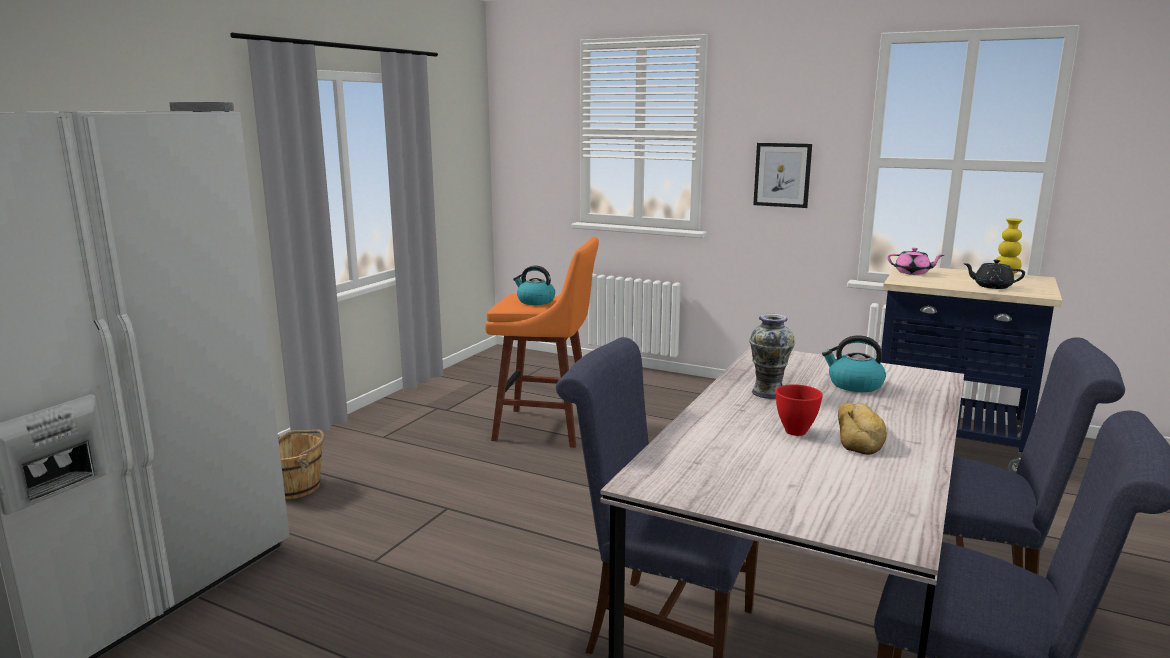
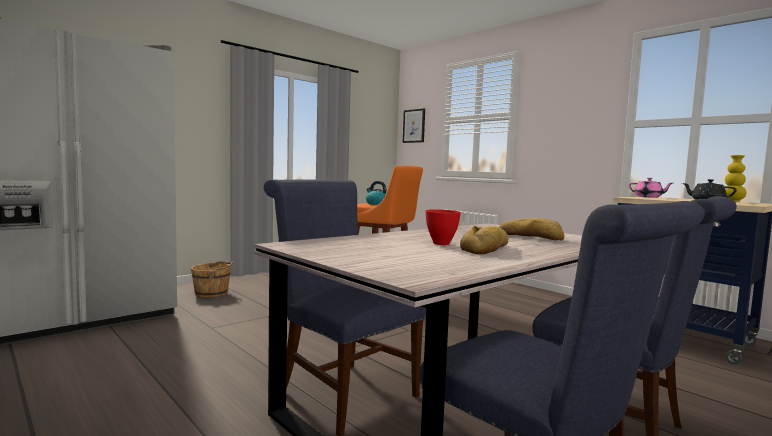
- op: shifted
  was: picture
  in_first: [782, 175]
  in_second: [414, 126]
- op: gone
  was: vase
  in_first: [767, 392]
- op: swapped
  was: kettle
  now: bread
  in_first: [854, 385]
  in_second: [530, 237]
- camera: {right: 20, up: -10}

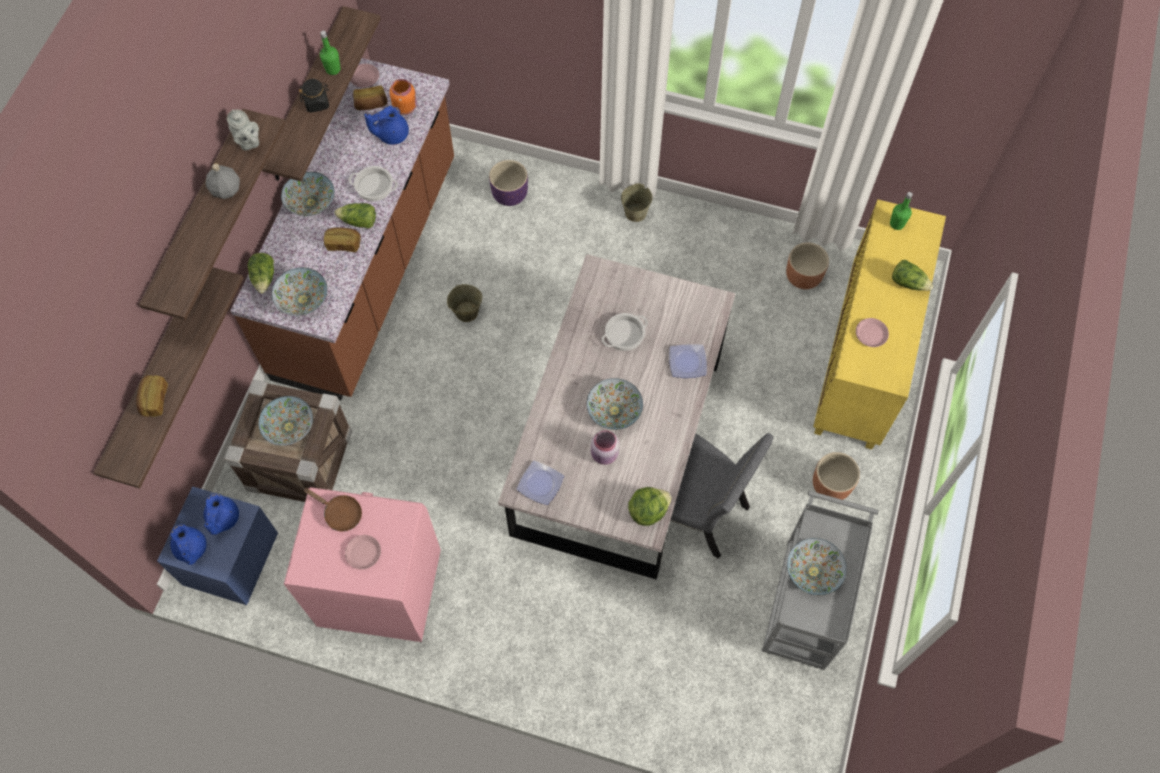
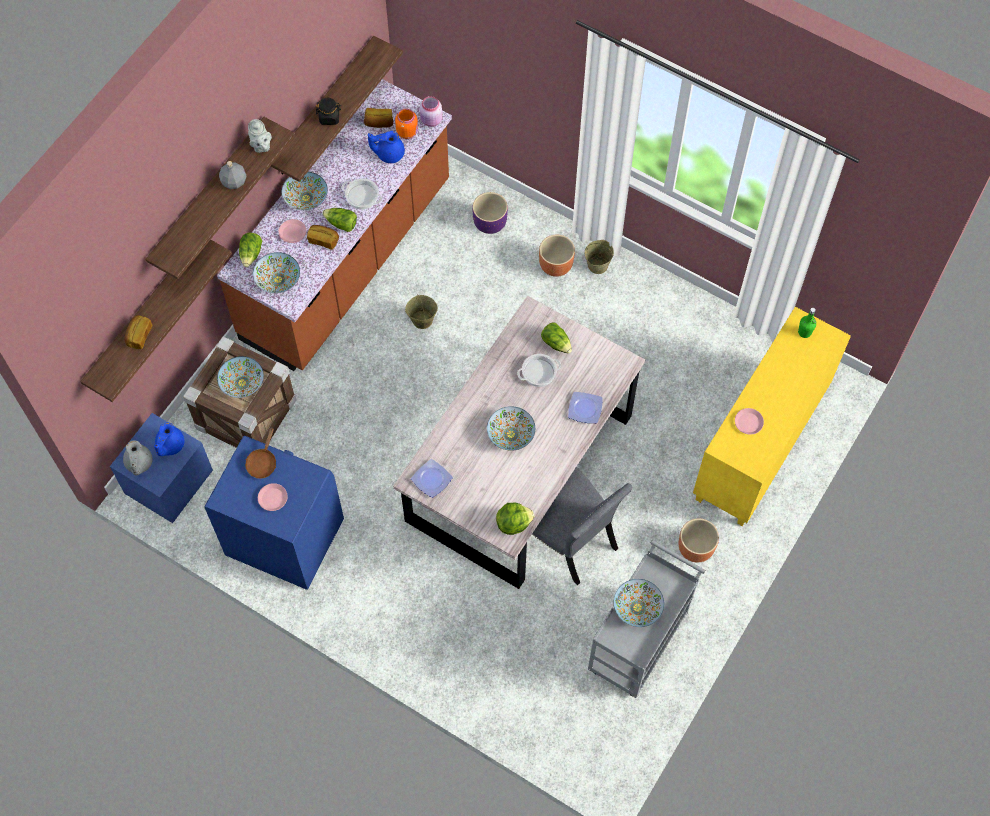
- op: gone
  was: bottle (green)
  in_first: [333, 69]
- op: shifted
  was: plate (pink)
  in_first: [365, 77]
  in_second: [293, 232]
- op: shifted
  was: planter (brown)
  in_first: [803, 277]
  in_second: [556, 265]
- op: shifted
  was: lettuce
  in_first: [908, 282]
  in_second: [556, 343]
- op: shifted
  was: jar (pink)
  in_first: [604, 455]
  in_second: [431, 120]
- op: repainted
  was: washing machine (pink)
  now: washing machine (blue)
  in_first: [380, 584]
  in_second: [285, 534]
- op: rotated
  was: frying pan (brown)
  in_first: [340, 513]
  in_second: [262, 462]
  clockwise: 60
- op: repainted
  was: teapot (blue)
  now: teapot (grey)
  in_first: [191, 549]
  in_second: [138, 464]
- camera: {right: 15, up: 0}

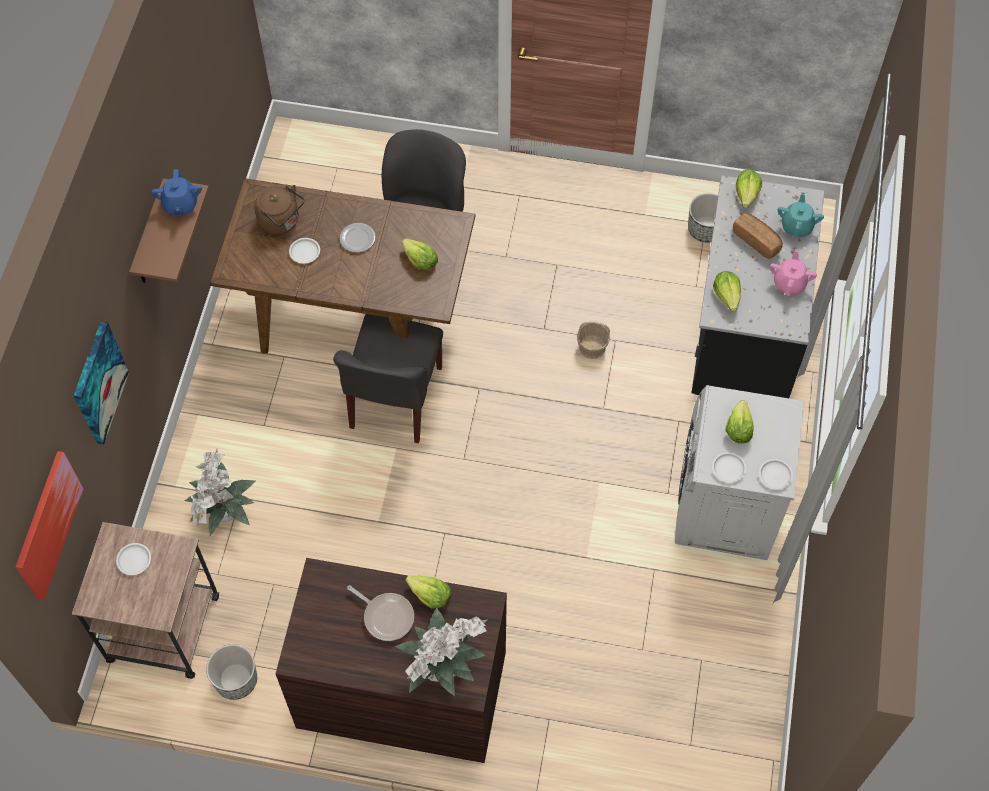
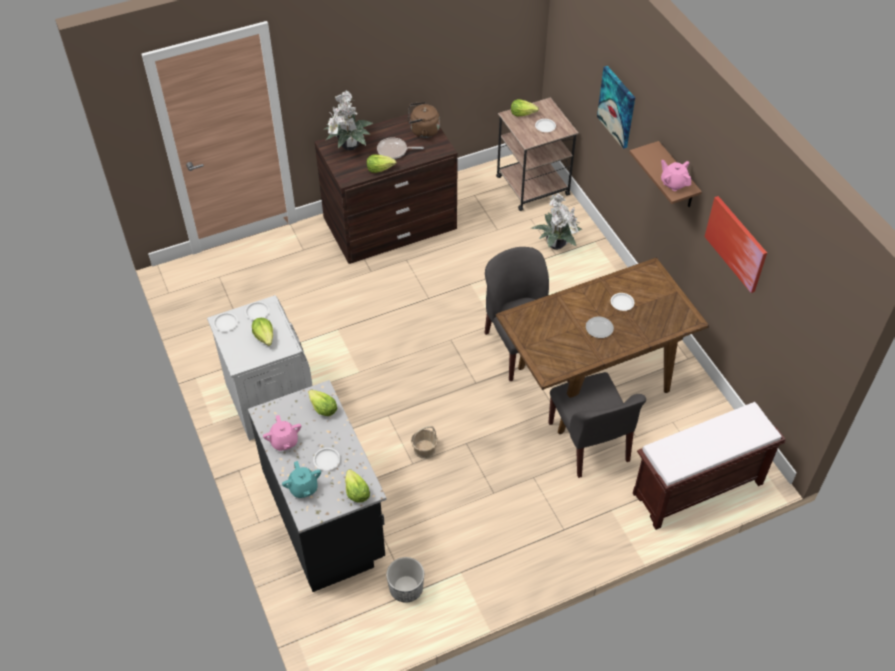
- op: repainted
  was: teapot (blue)
  now: teapot (pink)
  in_first: [180, 205]
  in_second: [673, 183]
- op: shifted
  was: kettle (brown)
  in_first: [281, 222]
  in_second: [422, 131]
- op: swapped
  was: bread
  now: plate (white)
  in_first: [757, 240]
  in_second: [326, 460]
- op: shifted
  was: lettuce
  in_first: [419, 261]
  in_second: [522, 113]
- op: shifted
  was: picture
  in_first: [47, 525]
  in_second: [736, 243]
- op: gone
  was: planter
  in_first: [236, 680]
- op: new
  now: bench (brown)
  in_second: [696, 489]
- camera: {right: 145, up: -10}

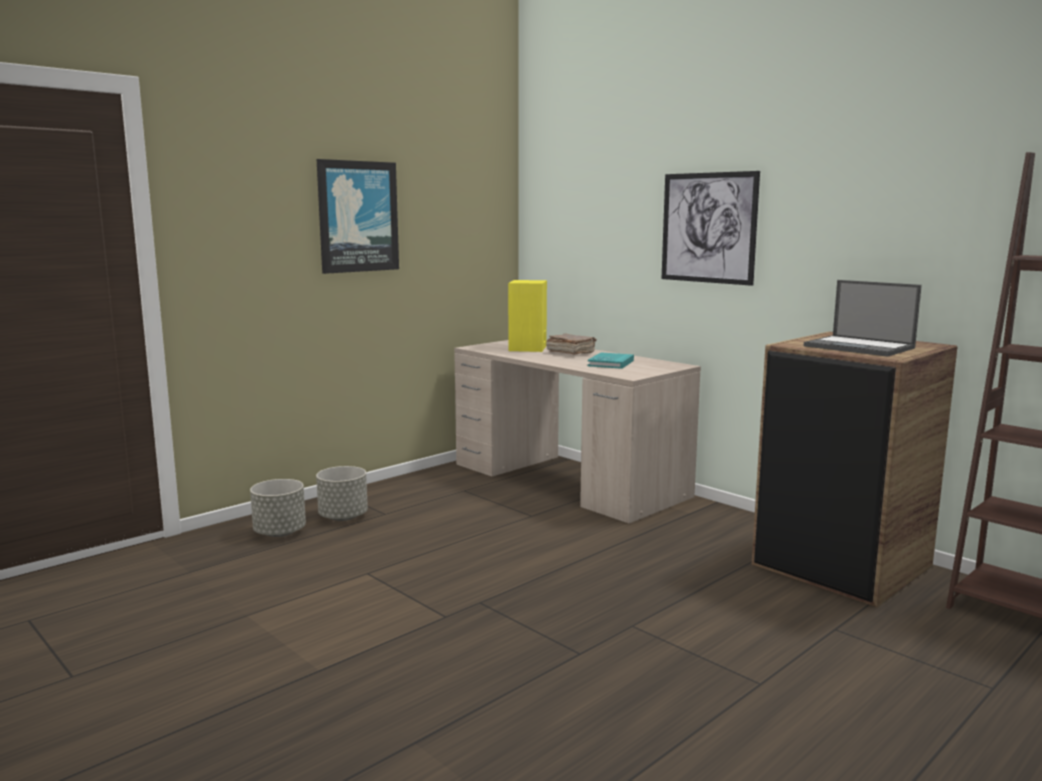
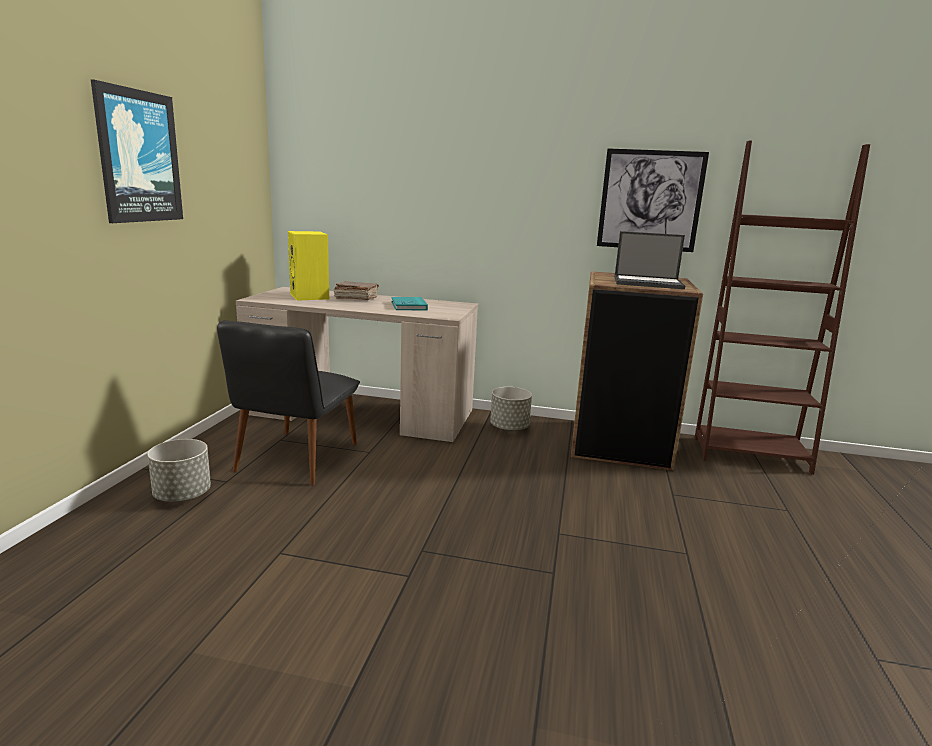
- op: shifted
  was: picture
  in_first: [708, 228]
  in_second: [650, 200]
- op: shifted
  was: planter (grey)
  in_first: [280, 532]
  in_second: [509, 428]
- op: new
  now: chair (black)
  in_second: [298, 456]
- camera: {right: -35, up: 5}

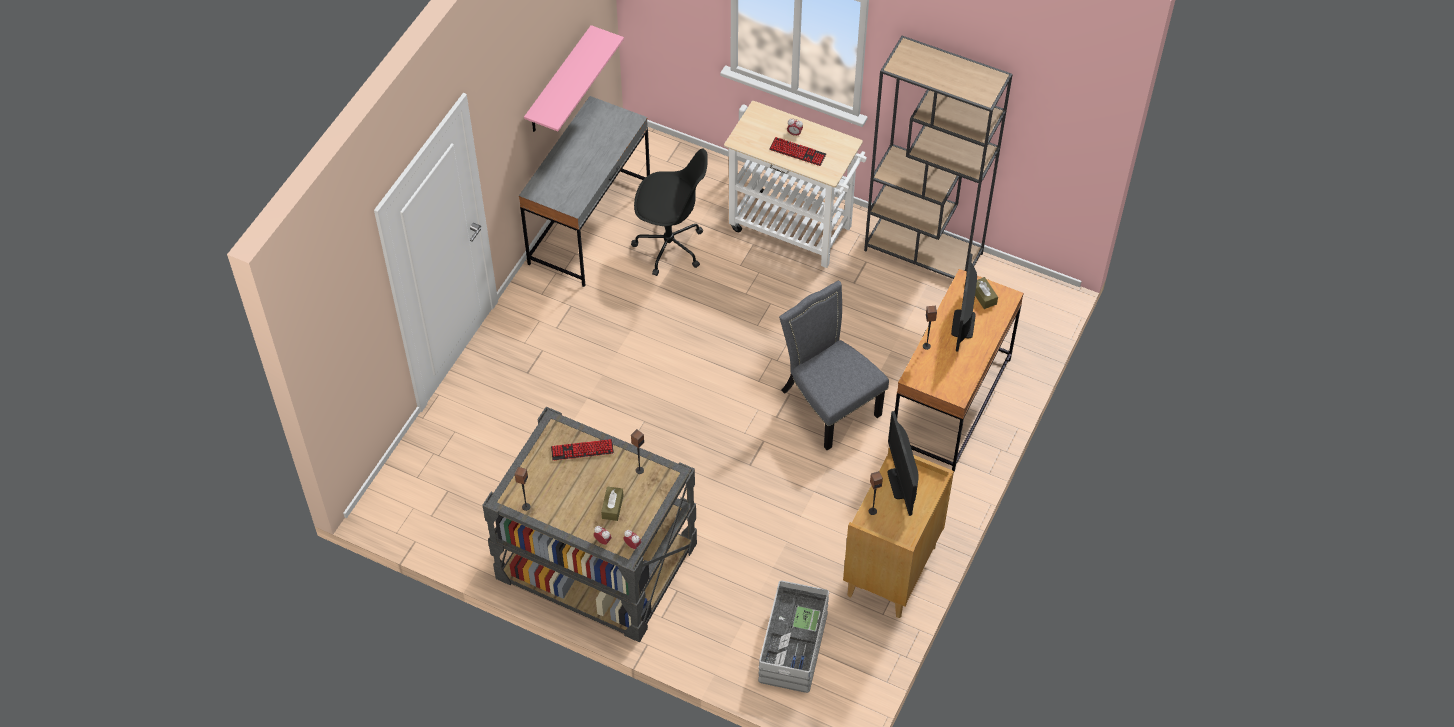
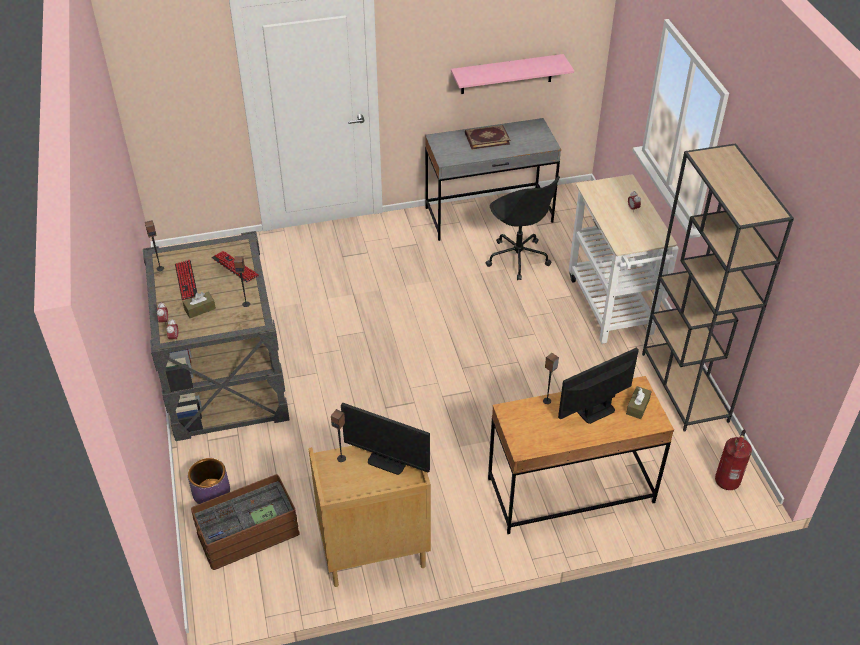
- op: shifted
  was: keyboard
  in_first: [797, 152]
  in_second: [186, 281]
- op: gone
  was: chair (grey)
  in_first: [829, 406]
- op: rotated
  was: monitor
  in_first: [902, 483]
  in_second: [388, 460]
  clockwise: -105
- op: repainted
  was: storage box (grey)
  now: storage box (brown)
  in_first: [794, 646]
  in_second: [248, 534]
- op: new
  now: book
  in_second: [487, 138]
- op: new
  now: fire extinguisher
  in_second: [727, 480]
- op: new
  now: planter (purple)
  in_second: [211, 492]
- camera: {right: 50, up: -10}

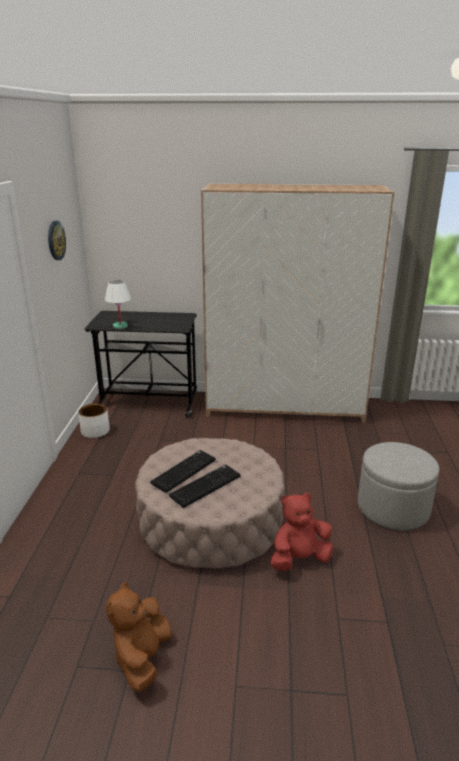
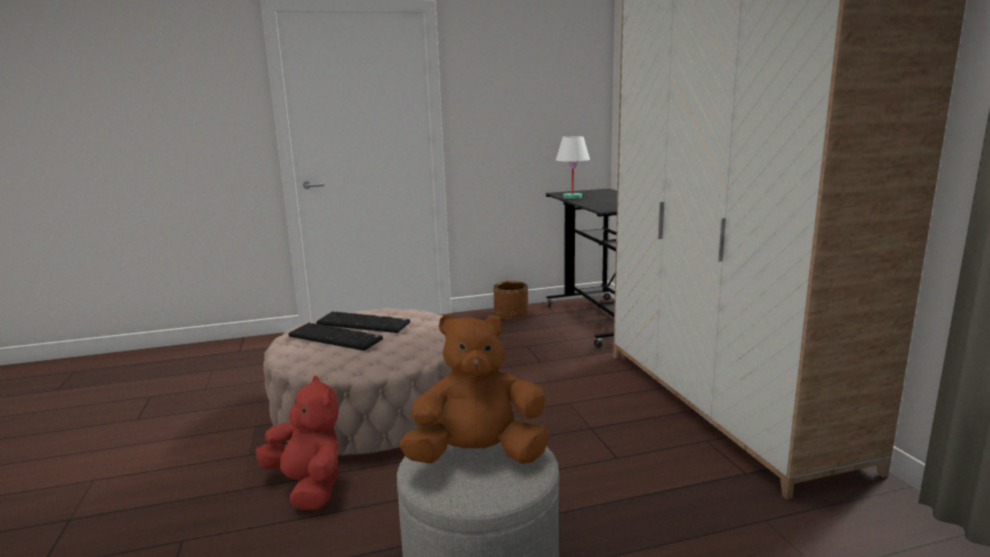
- op: gone
  was: wall clock
  in_first: [56, 240]
- op: repainted
  was: planter (white)
  now: planter (brown)
  in_first: [95, 431]
  in_second: [510, 314]
- op: shifted
  was: plush toy (brown)
  in_first: [142, 658]
  in_second: [478, 456]
- camera: {right: 70, up: -10}

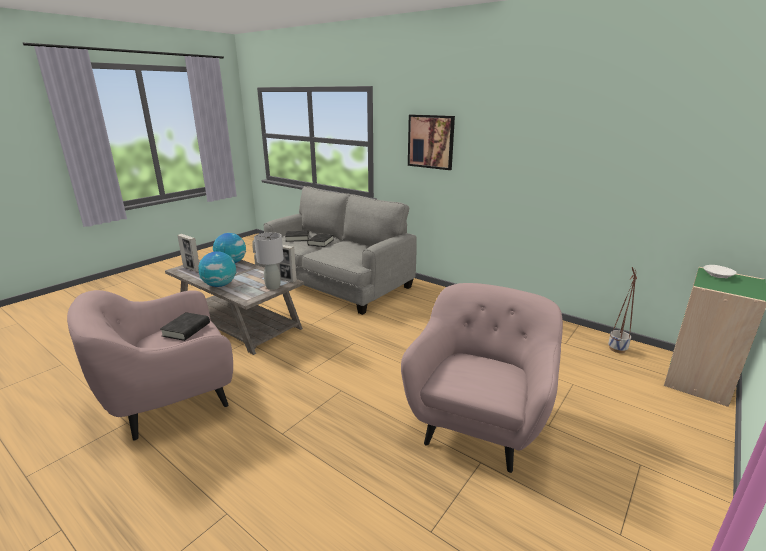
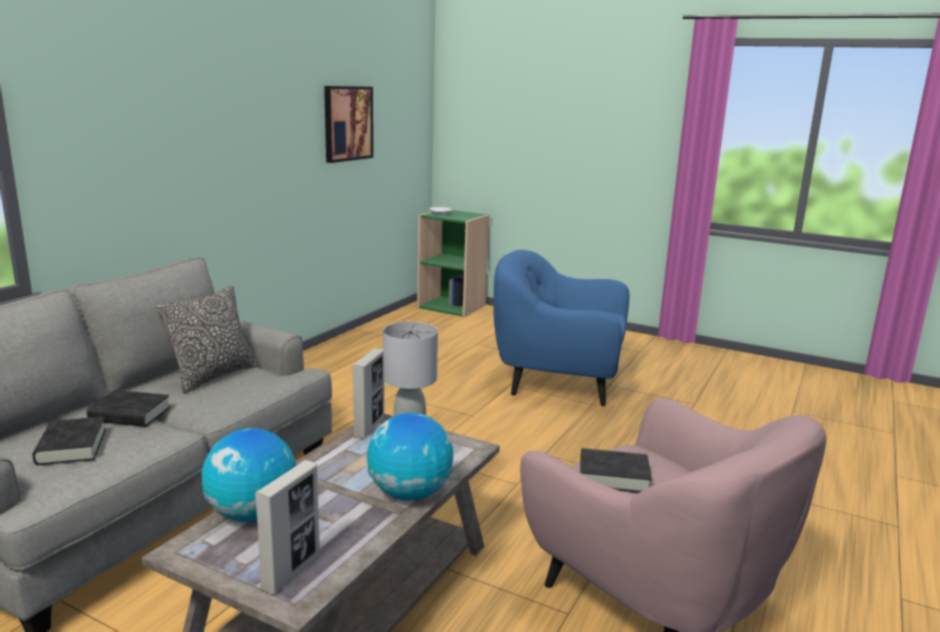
- op: shifted
  was: picture
  in_first: [431, 141]
  in_second: [347, 123]
- op: gone
  was: planter
  in_first: [617, 349]
- op: repainted
  was: armchair (pink)
  now: armchair (blue)
  in_first: [478, 422]
  in_second: [557, 383]
- op: new
  now: pillow
  in_second: [213, 376]
- camera: {right: -100, up: -5}

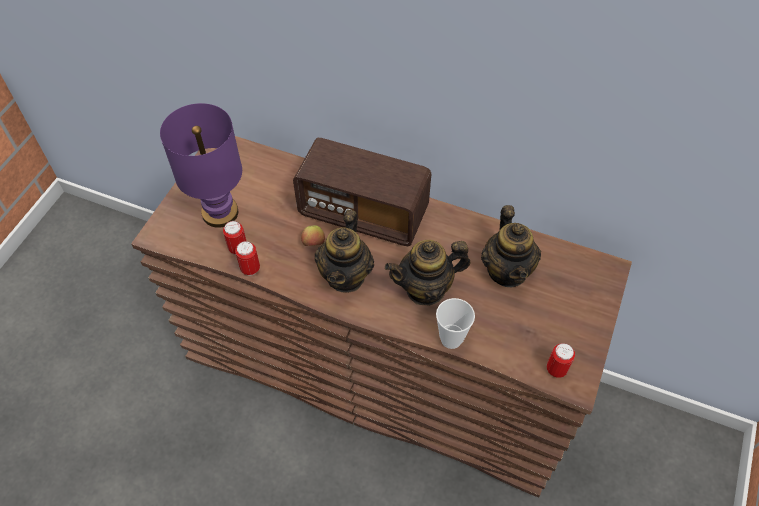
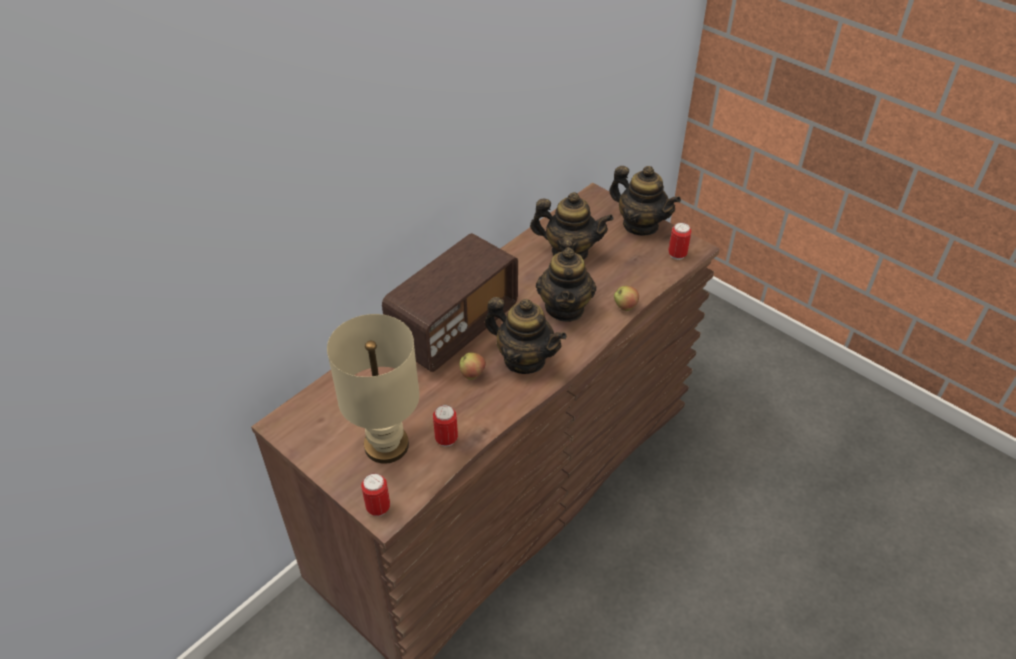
- op: repainted
  was: table lamp (purple)
  now: table lamp (beige)
  in_first: [219, 212]
  in_second: [385, 445]
- op: shifted
  was: can
  in_first: [250, 269]
  in_second: [378, 508]
- op: swapped
  was: cup
  now: apple
  in_first: [451, 339]
  in_second: [625, 307]
- op: new
  now: teapot
  in_second: [640, 225]
- camera: {right: -70, up: -10}

